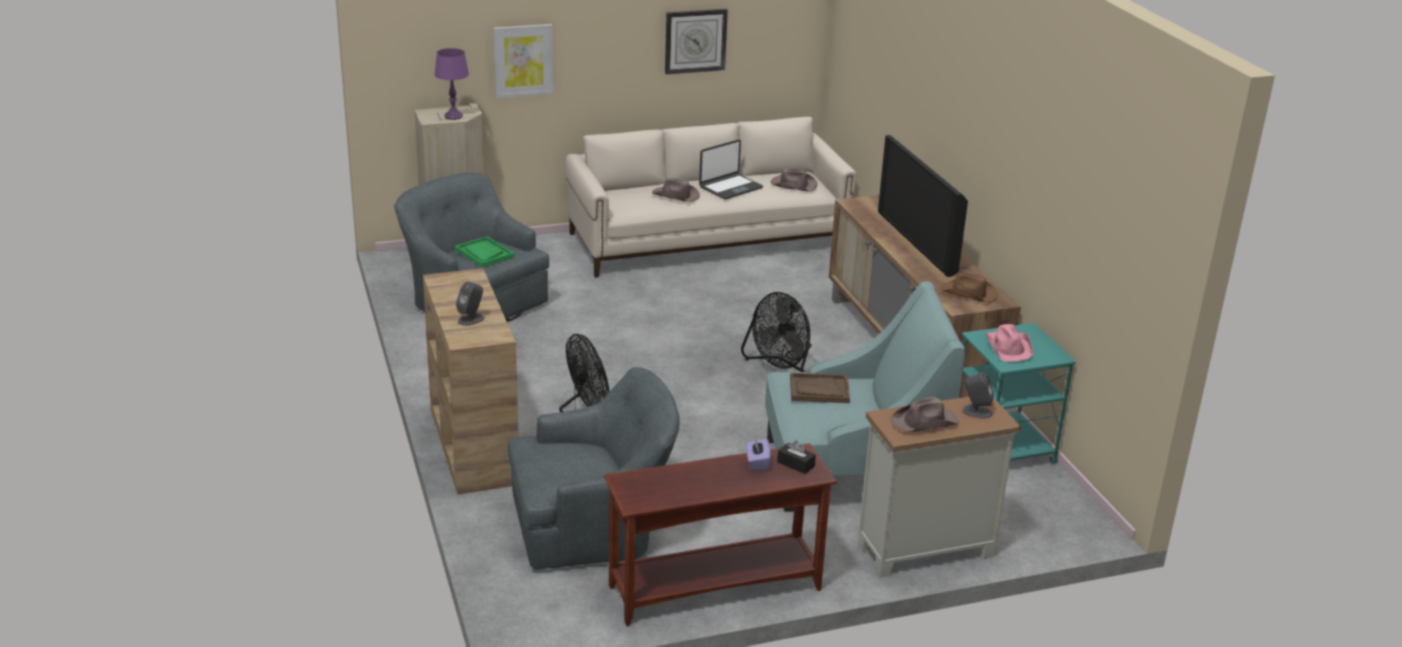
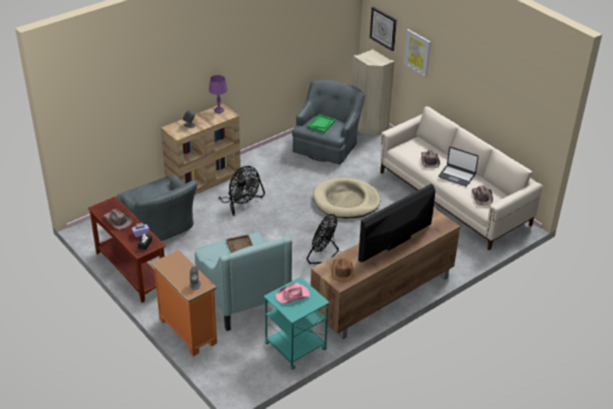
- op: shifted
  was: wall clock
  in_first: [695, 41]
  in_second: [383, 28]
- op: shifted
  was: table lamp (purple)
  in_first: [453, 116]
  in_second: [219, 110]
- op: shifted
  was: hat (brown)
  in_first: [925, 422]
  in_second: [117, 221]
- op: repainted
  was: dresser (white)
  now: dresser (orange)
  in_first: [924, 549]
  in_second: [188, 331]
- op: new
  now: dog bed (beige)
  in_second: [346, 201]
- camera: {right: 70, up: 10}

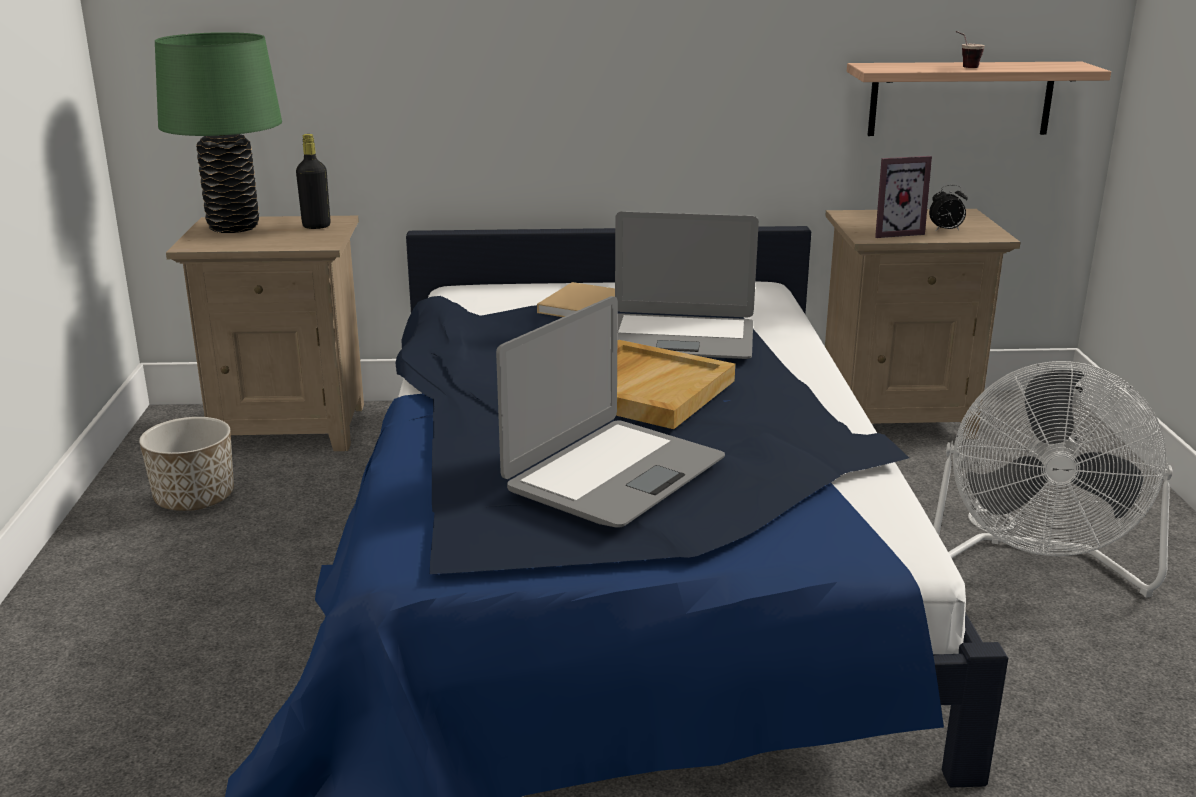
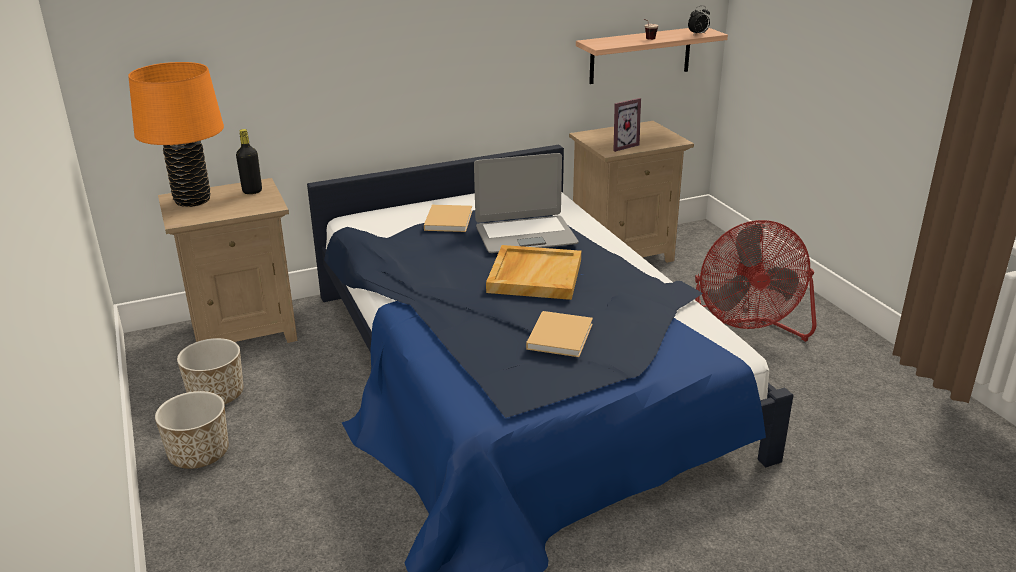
- op: repainted
  was: table lamp (green)
  now: table lamp (orange)
  in_first: [233, 227]
  in_second: [192, 200]
- op: shifted
  was: alarm clock
  in_first: [946, 230]
  in_second: [698, 34]
- op: swapped
  was: laptop
  now: book (beige)
  in_first: [613, 474]
  in_second: [560, 335]
- op: repainted
  was: fan (white)
  now: fan (red)
  in_first: [1028, 560]
  in_second: [738, 331]
- op: new
  now: planter
  in_second: [199, 454]
- camera: {right: -20, up: 5}

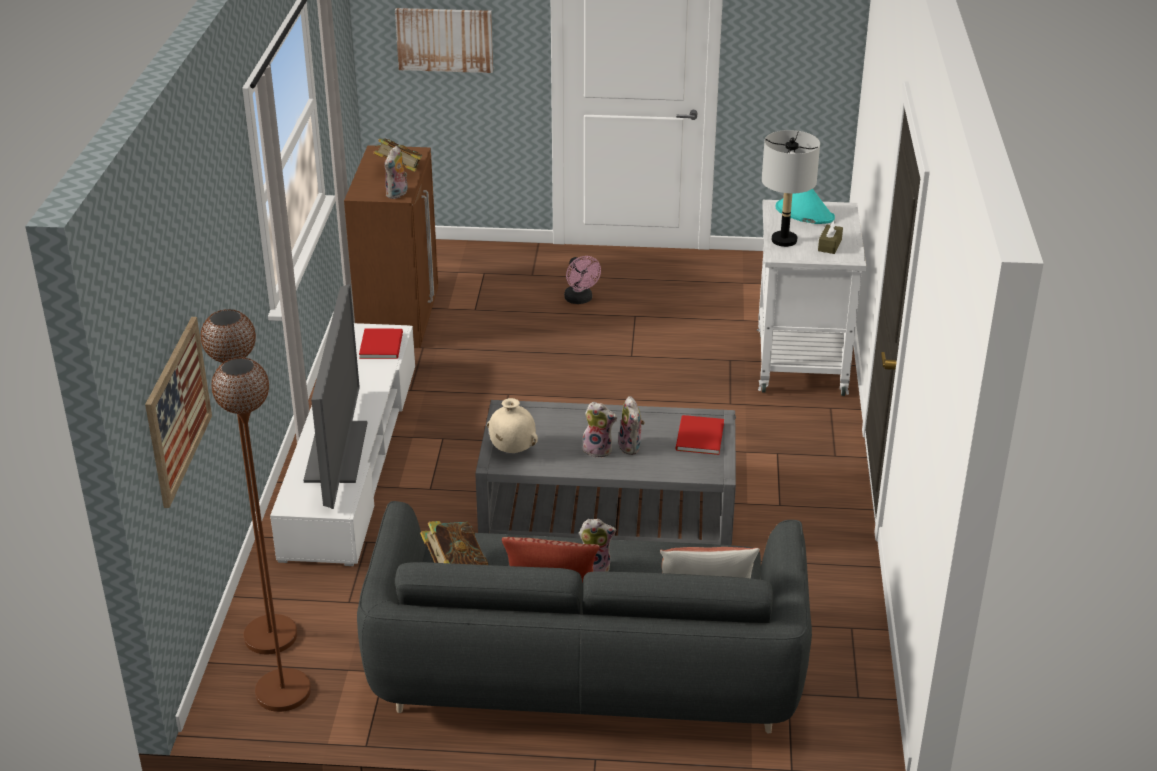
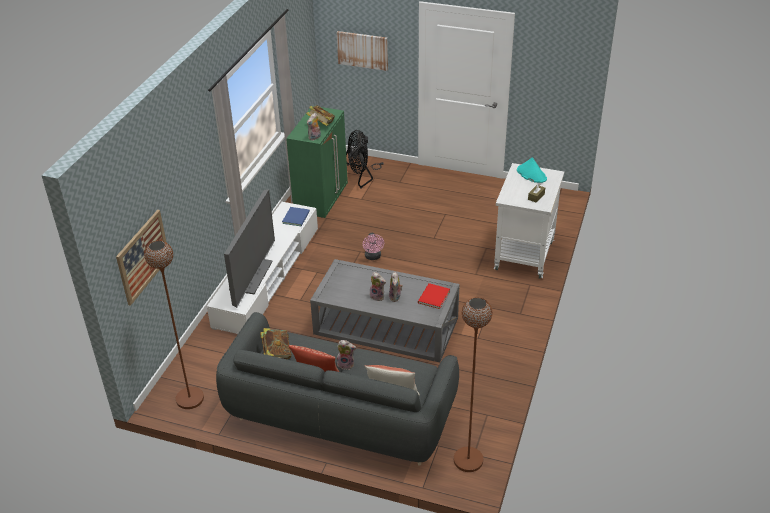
- op: gone
  was: table lamp (grey)
  in_first: [783, 240]
- op: repainted
  was: cabinet (brown)
  now: cabinet (green)
  in_first: [399, 314]
  in_second: [321, 196]
- op: shifted
  was: fan (pink)
  in_first: [580, 300]
  in_second: [373, 257]
- op: shifted
  was: floor lamp (brown)
  in_first: [270, 635]
  in_second: [468, 460]
- op: repainted
  was: book (red)
  now: book (blue)
  in_first: [382, 344]
  in_second: [297, 217]
- op: gone
  was: vase (beige)
  in_first: [512, 450]
- op: new
  now: fan (black)
  in_second: [362, 173]
- camera: {right: 15, up: 5}

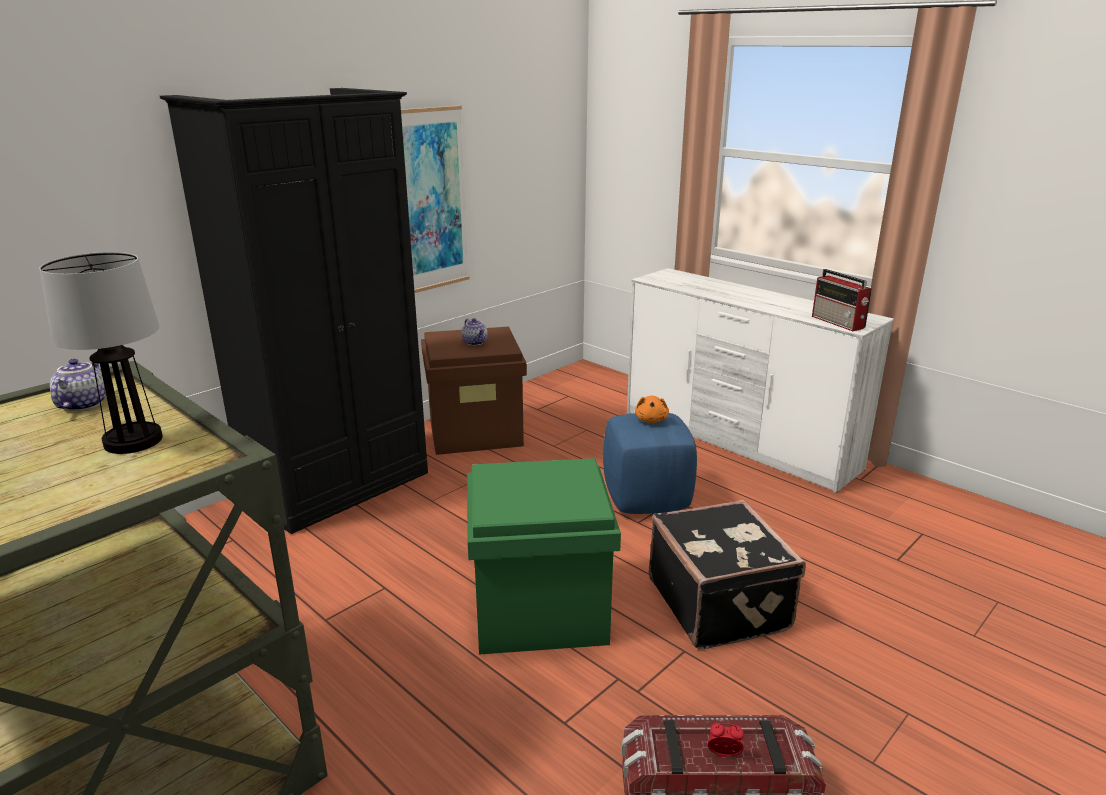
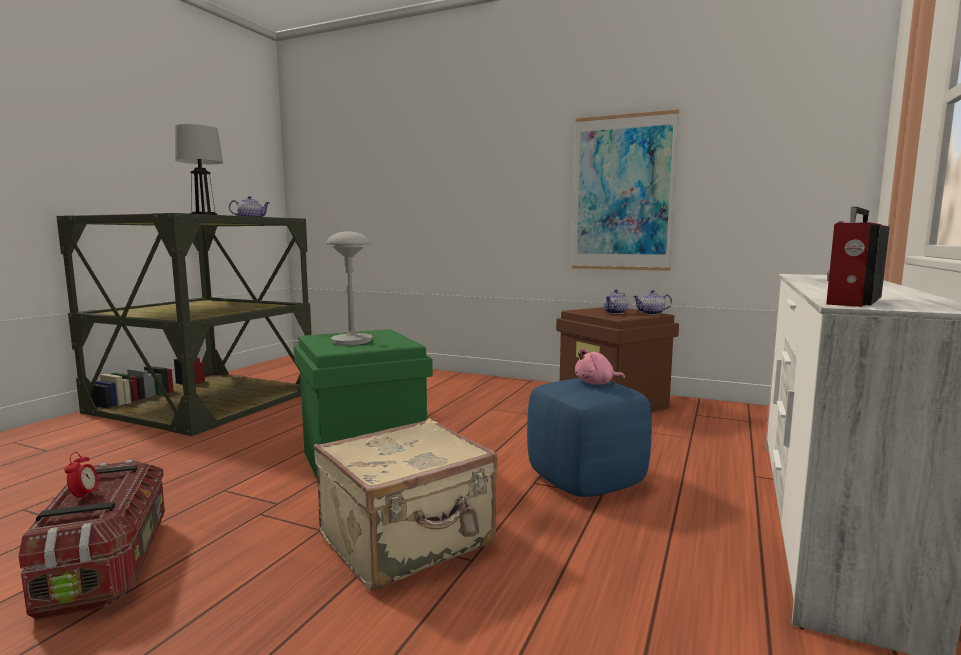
- op: gone
  was: wardrobe (black)
  in_first: [337, 484]
- op: repainted
  was: plush toy (orange)
  now: plush toy (pink)
  in_first: [651, 420]
  in_second: [596, 383]
- op: repainted
  was: suitcase (black)
  now: suitcase (beige)
  in_first: [720, 603]
  in_second: [408, 542]
- op: new
  now: table lamp (grey)
  in_second: [351, 341]
- op: new
  now: teapot
  in_second: [651, 313]
- camera: {right: 70, up: -15}

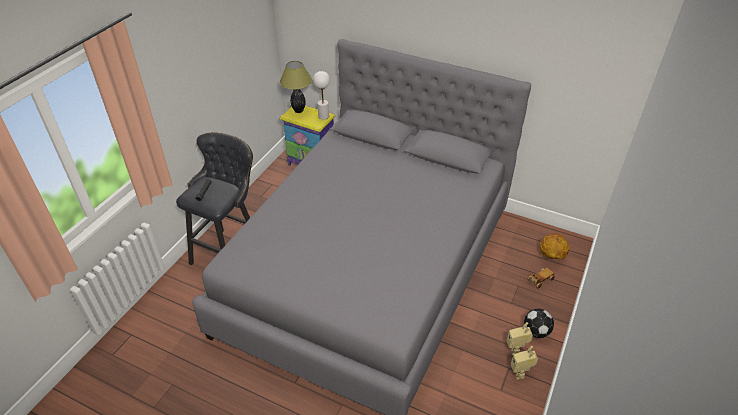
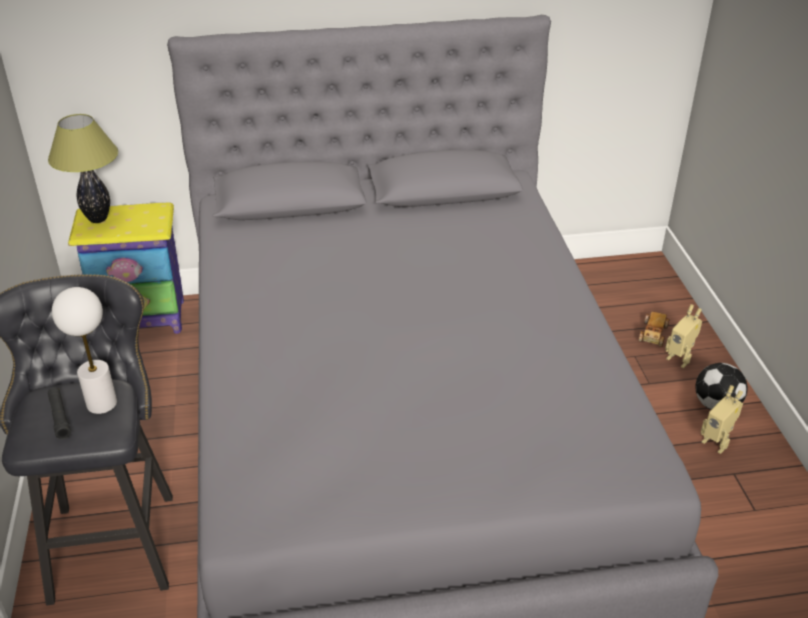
- op: shifted
  was: table lamp (white)
  in_first: [323, 116]
  in_second: [101, 404]
- op: gone
  was: basketball
  in_first: [551, 255]
- op: shifted
  was: toy robot
  in_first: [520, 372]
  in_second: [680, 359]
- camera: {right: -35, up: -5}

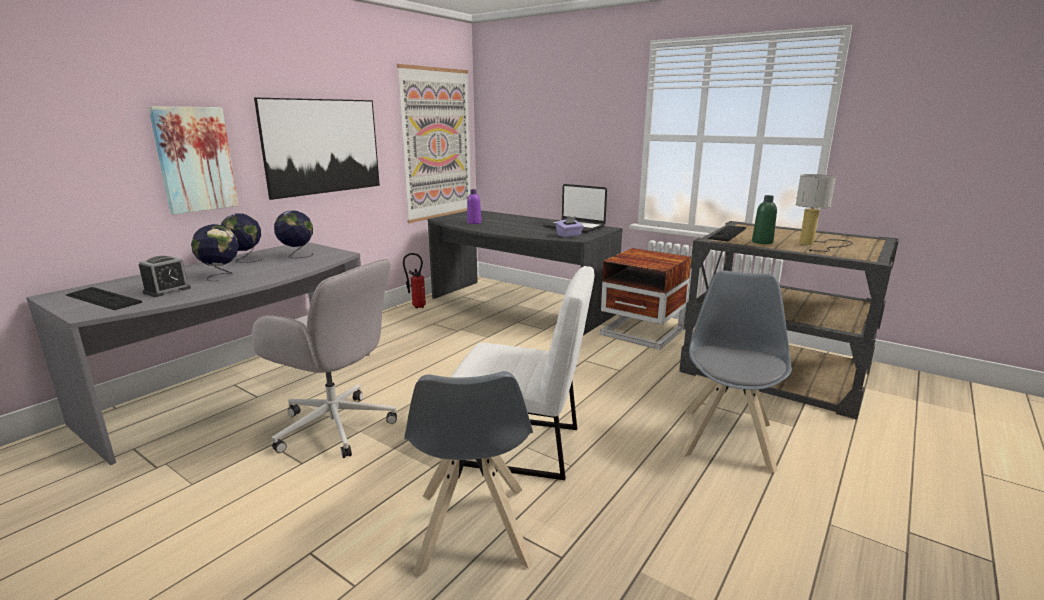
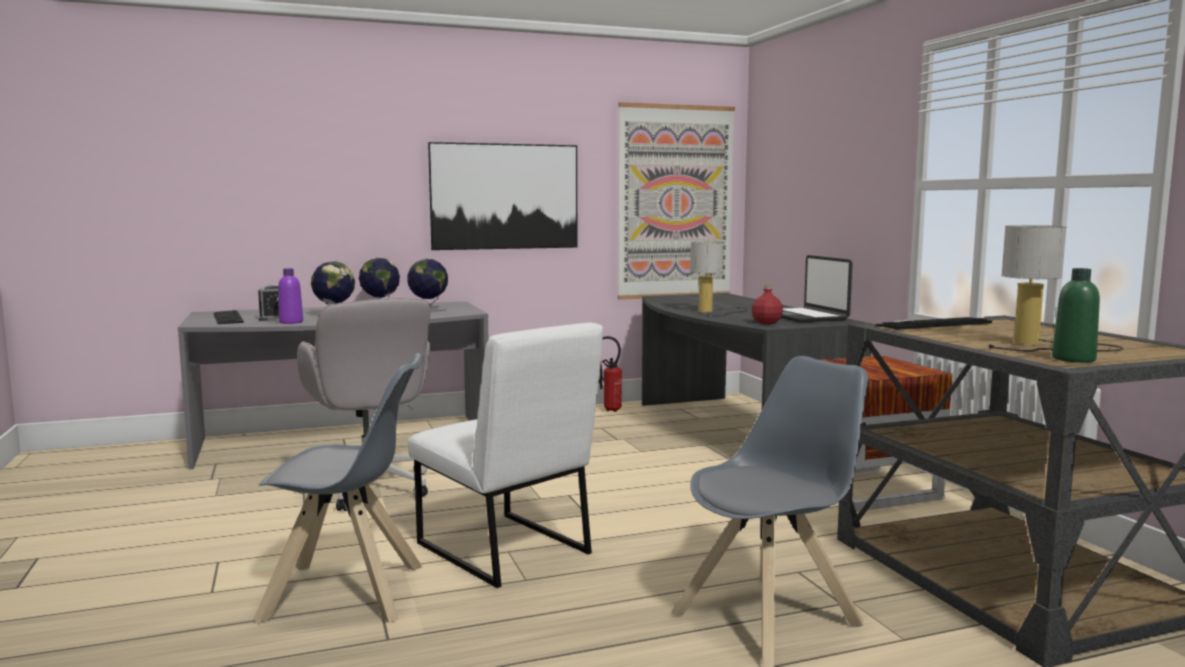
- op: gone
  was: picture
  in_first: [195, 159]
- op: shifted
  was: bottle (purple)
  in_first: [474, 222]
  in_second: [291, 322]
- op: shifted
  was: bottle (green)
  in_first: [762, 242]
  in_second: [1073, 359]
- op: swapped
  was: tissue box (purple)
  now: bottle (red)
  in_first: [569, 235]
  in_second: [767, 322]
- op: rotated
  was: chair (grey)
  in_first: [472, 531]
  in_second: [349, 593]
  clockwise: -120
- op: new
  now: table lamp
  in_second: [715, 312]
- camera: {right: 35, up: -10}

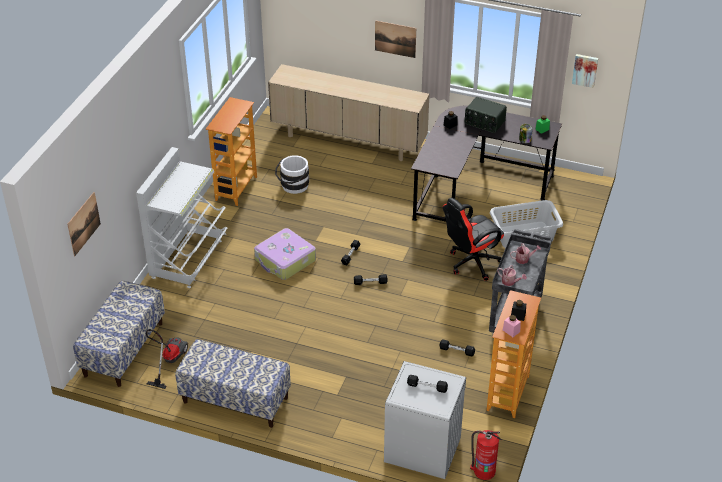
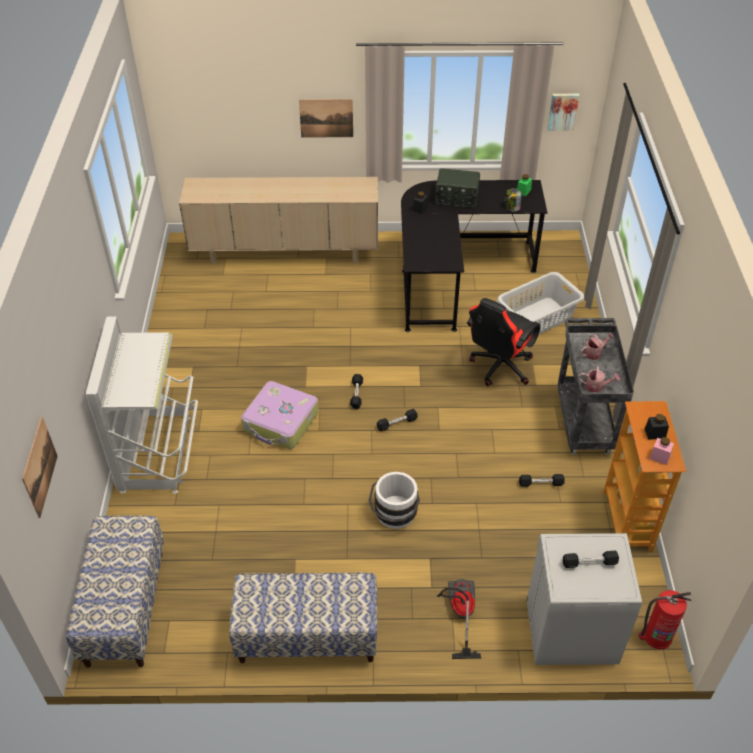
- op: gone
  was: bookcase
  in_first: [235, 188]
- op: shifted
  was: bucket (white)
  in_first: [293, 187]
  in_second: [394, 516]
- op: shifted
  was: vacuum cleaner
  in_first: [168, 361]
  in_second: [459, 614]
- camera: {right: -20, up: 5}

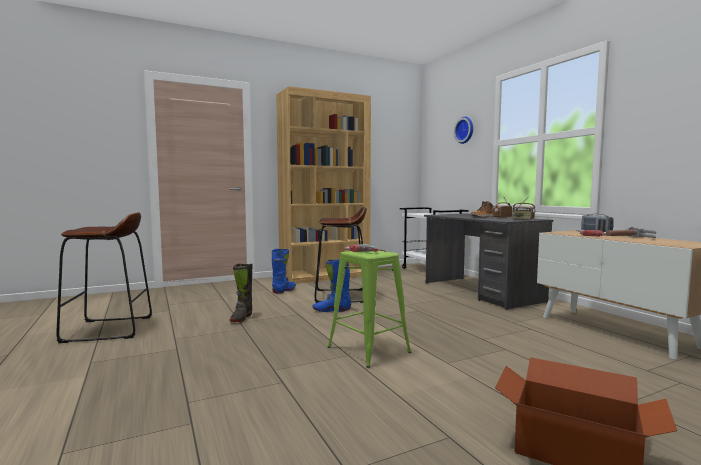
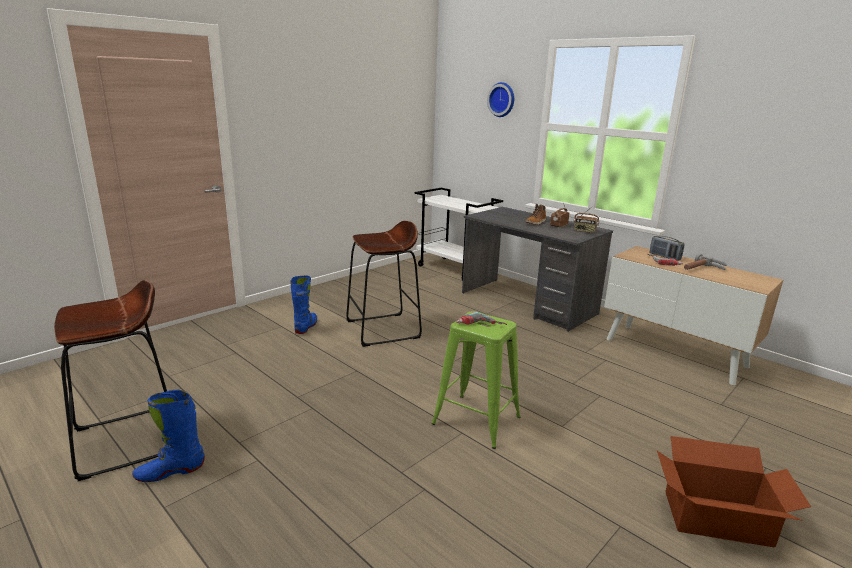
- op: gone
  was: bookcase (brown)
  in_first: [325, 276]
- op: shifted
  was: boot (blue)
  in_first: [332, 310]
  in_second: [170, 471]
- op: gone
  was: boot (black)
  in_first: [241, 318]
- camera: {right: -20, up: 15}

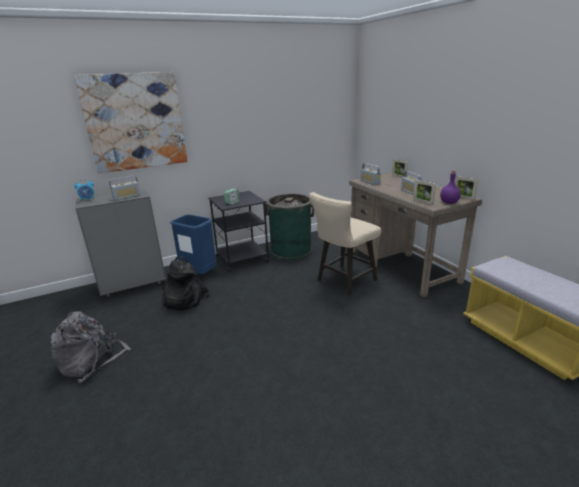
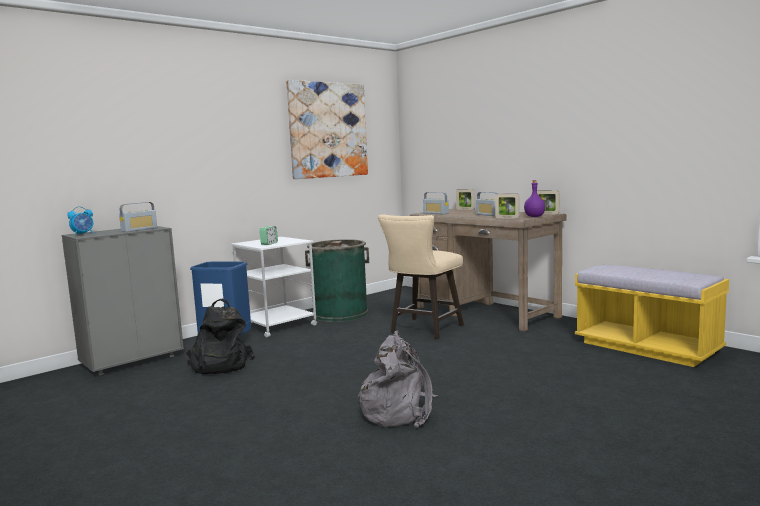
- op: shifted
  was: picture
  in_first: [135, 122]
  in_second: [328, 130]
- op: repainted
  was: cart (black)
  now: cart (white)
  in_first: [243, 258]
  in_second: [278, 325]
- op: shifted
  was: backpack (grey)
  in_first: [92, 360]
  in_second: [399, 411]
- camera: {right: -15, up: -15}

